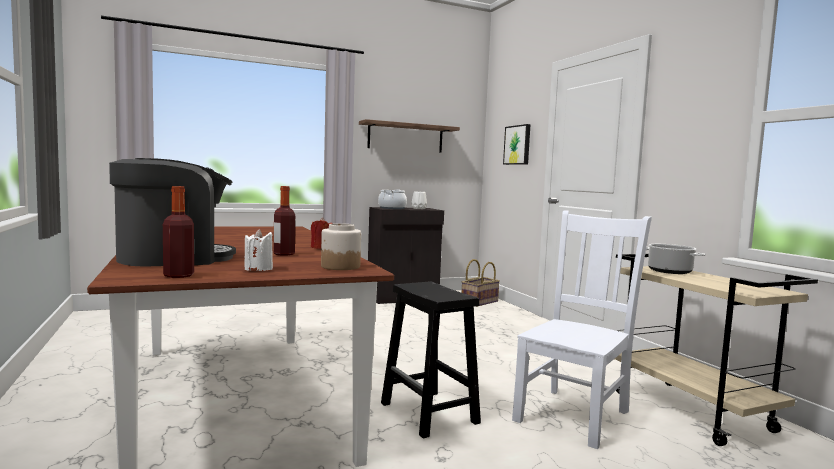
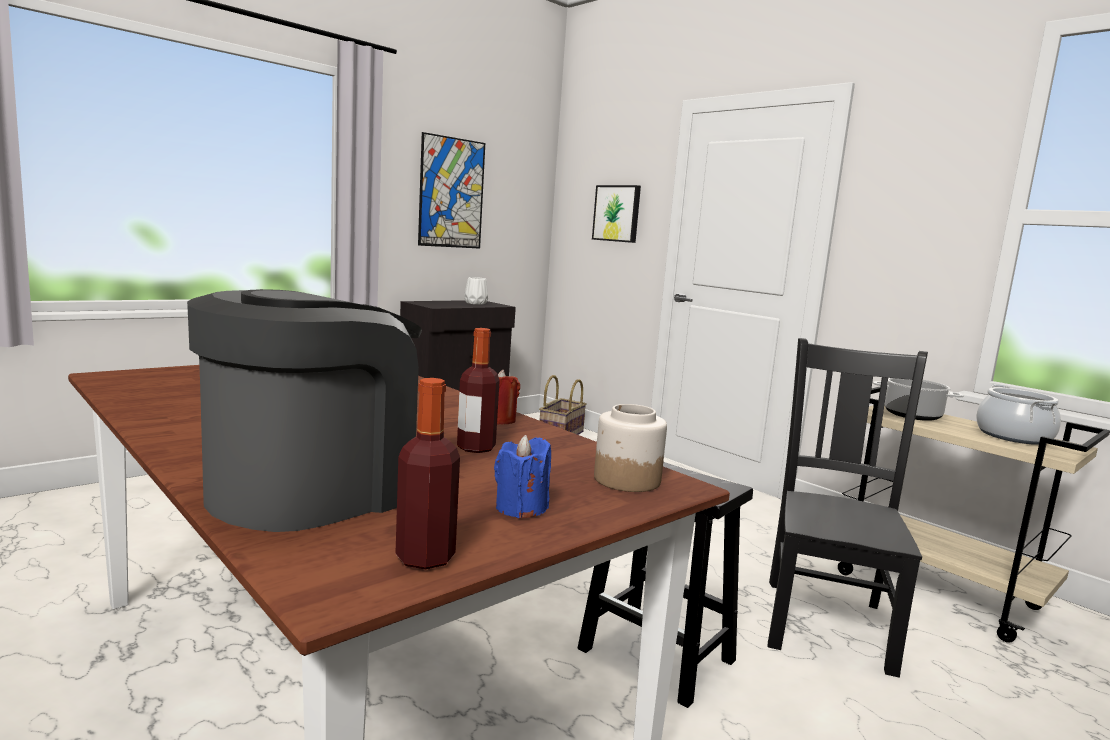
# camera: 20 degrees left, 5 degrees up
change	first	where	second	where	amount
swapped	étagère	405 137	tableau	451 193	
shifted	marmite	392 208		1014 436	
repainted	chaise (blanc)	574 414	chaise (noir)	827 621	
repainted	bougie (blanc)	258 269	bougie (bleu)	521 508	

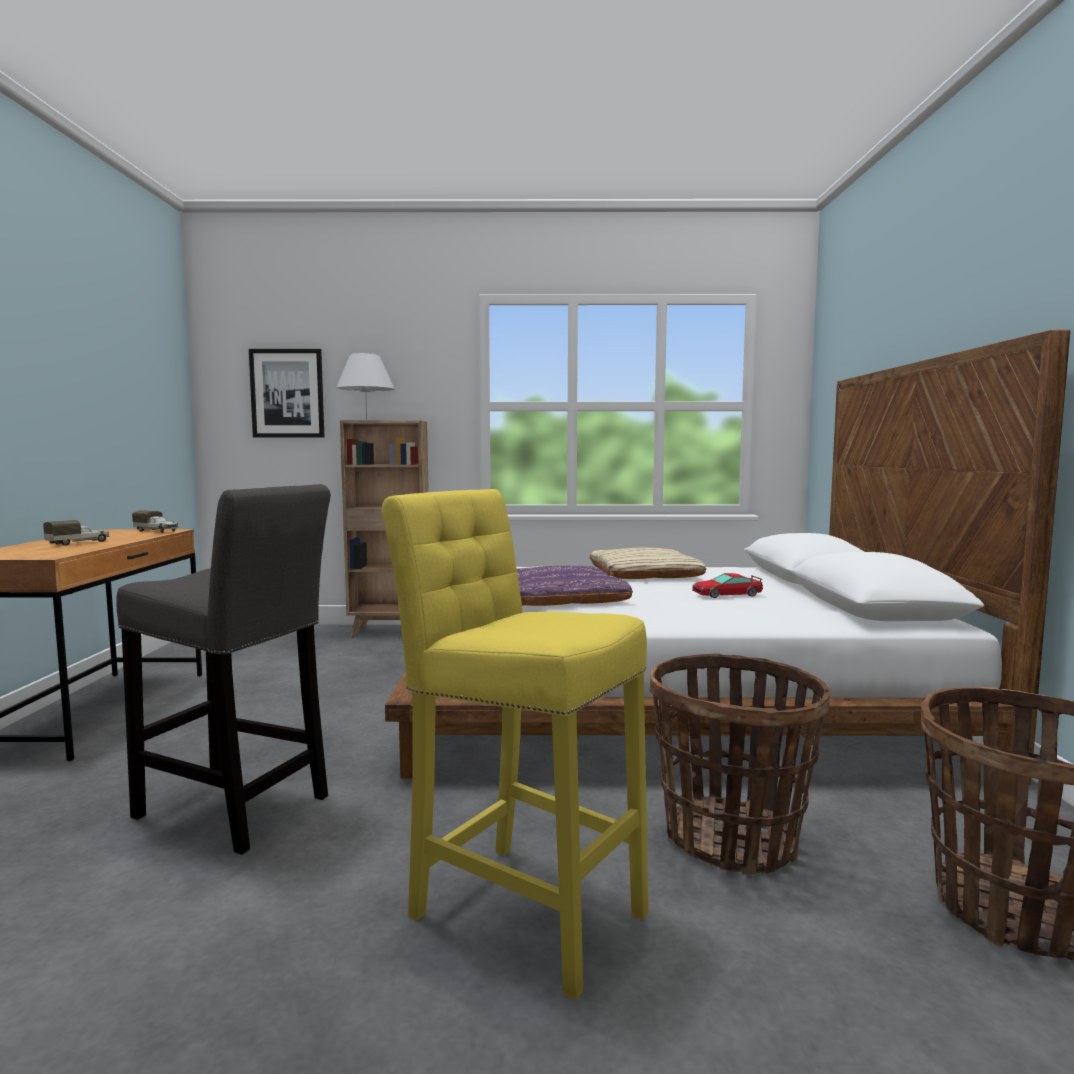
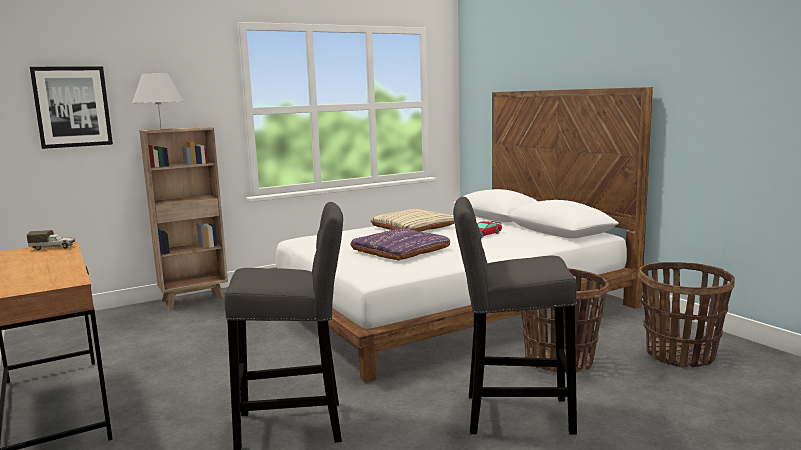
# camera: 30 degrees left, 5 degrees up
change	first	where	second	where	amount
repainted	tabouret (jaune)	519 907	tabouret (gris)	511 414	
gone	camion jouet	79 543			

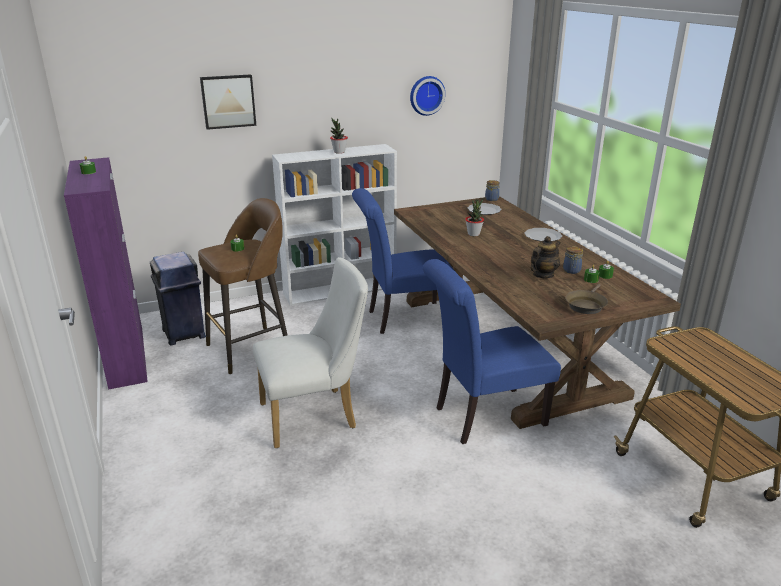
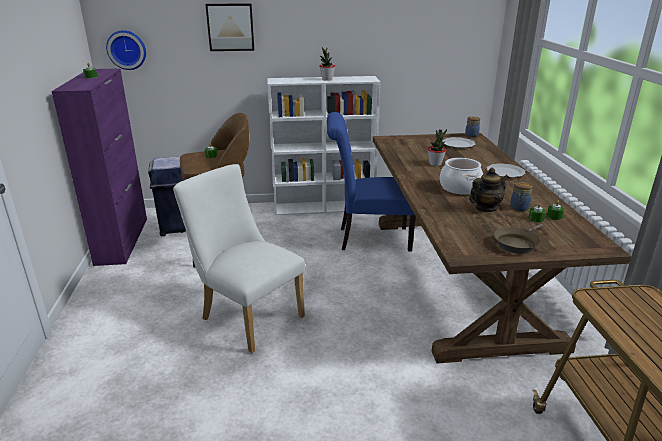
# camera: 15 degrees right, 0 degrees up
change	first	where	second	where	amount
shifted	horloge murale	426 95		127 49	
rotated	chaise (blanc)	315 415		247 316	135 degrees counterclockwise
gone	chaise (bleu)	483 417			
new			marmite	459 188	

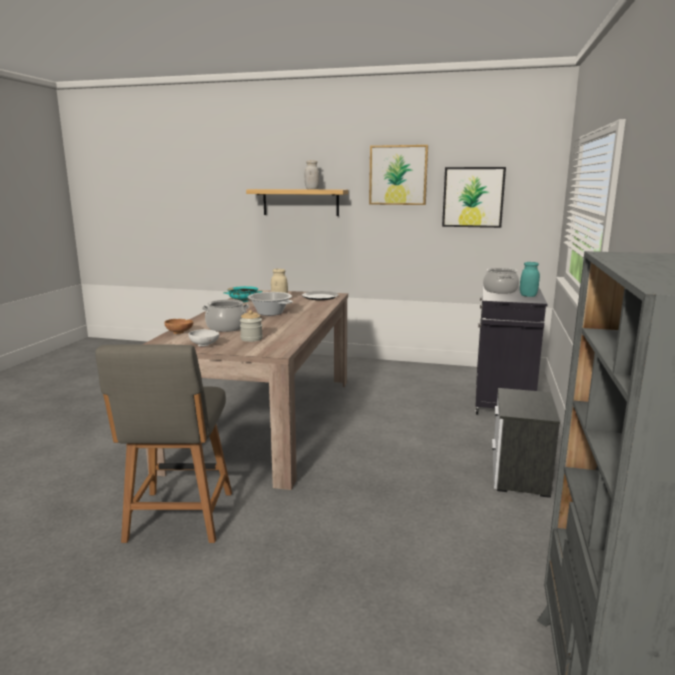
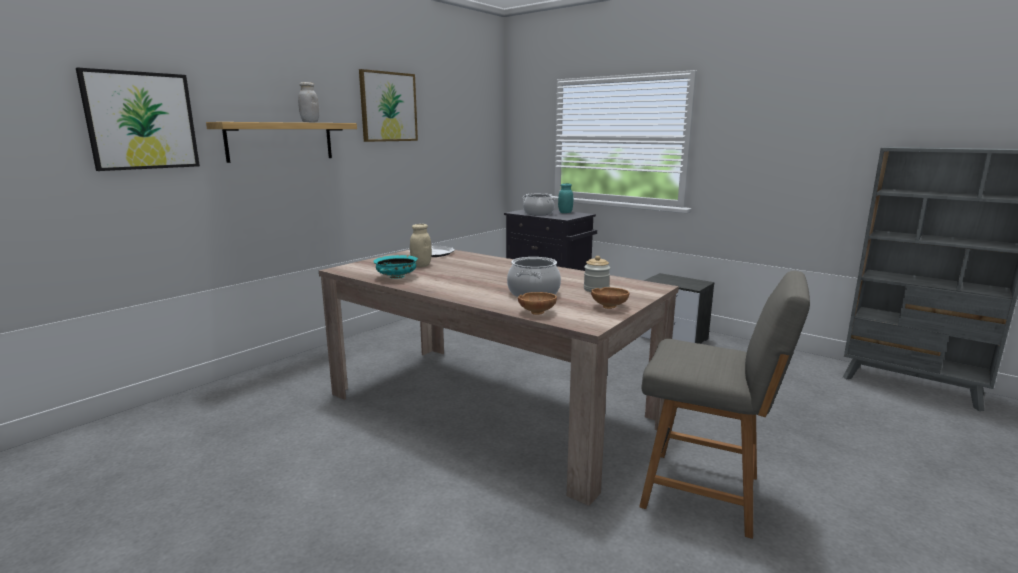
# camera: 65 degrees left, 0 degrees up
change	first	where	second	where	amount
shifted	tableau	473 197		141 121	
gone	marmite	270 313			
repainted	bol (blanc)	205 345	bol (marron)	609 306	

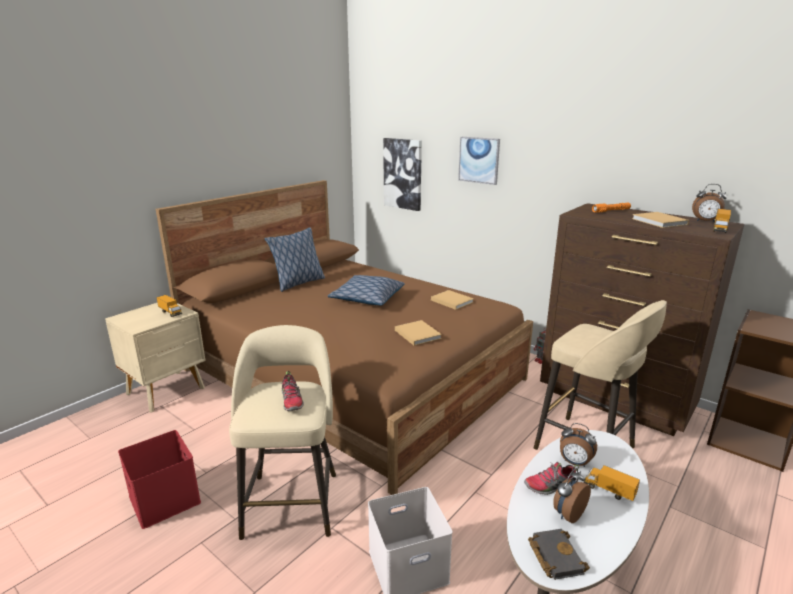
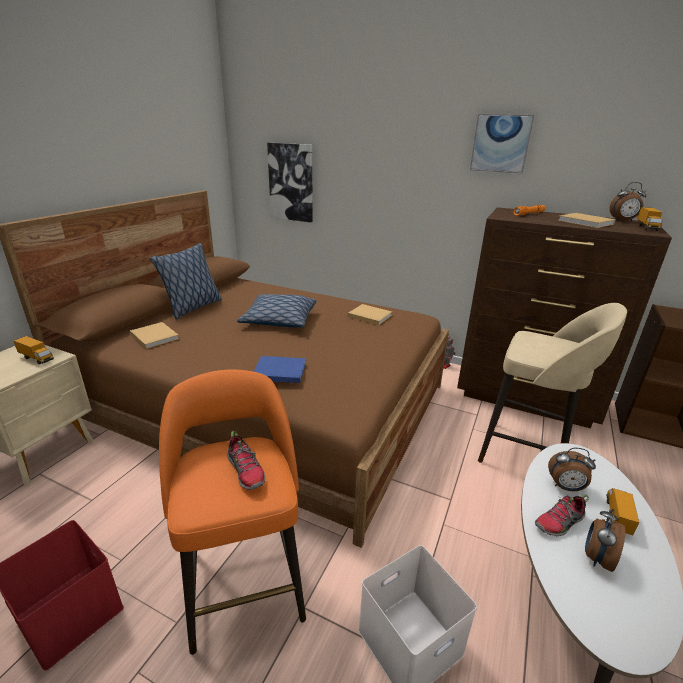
# camera: 15 degrees left, 5 degrees up
change	first	where	second	where	amount
shifted	tableau	479 160		500 143	
shifted	livre (beige)	417 334		154 336	
repainted	tabouret (beige)	292 501	tabouret (orange)	244 580	
rotated	camion jouet	609 491		617 517	90 degrees clockwise
gone	livre (noir)	554 556			
new			livre (bleu)	278 371	

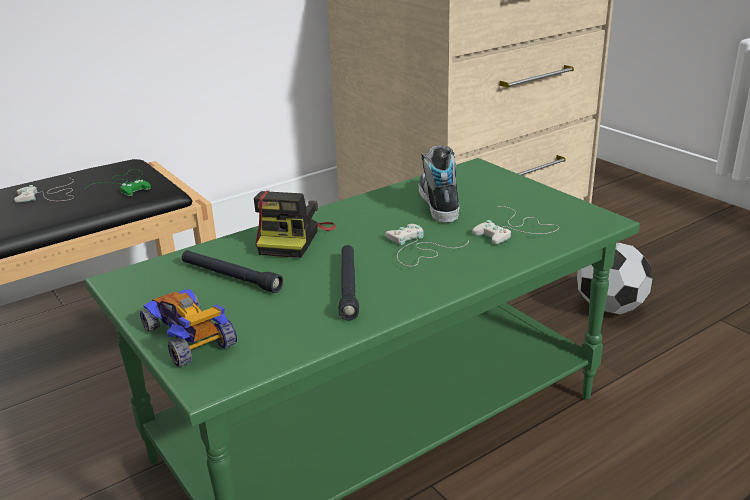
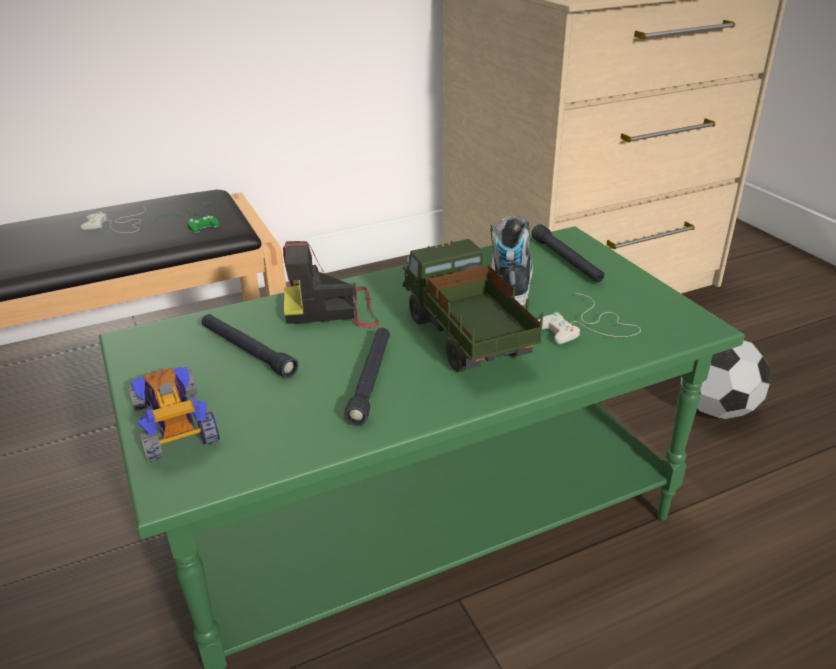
# camera: 10 degrees right, 5 degrees up
change	first	where	second	where	amount
rotated	appareil photo	293 239		333 310	60 degrees clockwise
swapped	manette (blanc)	417 249	camion jouet	465 340	
new			lampe de poche (noir)	566 261	

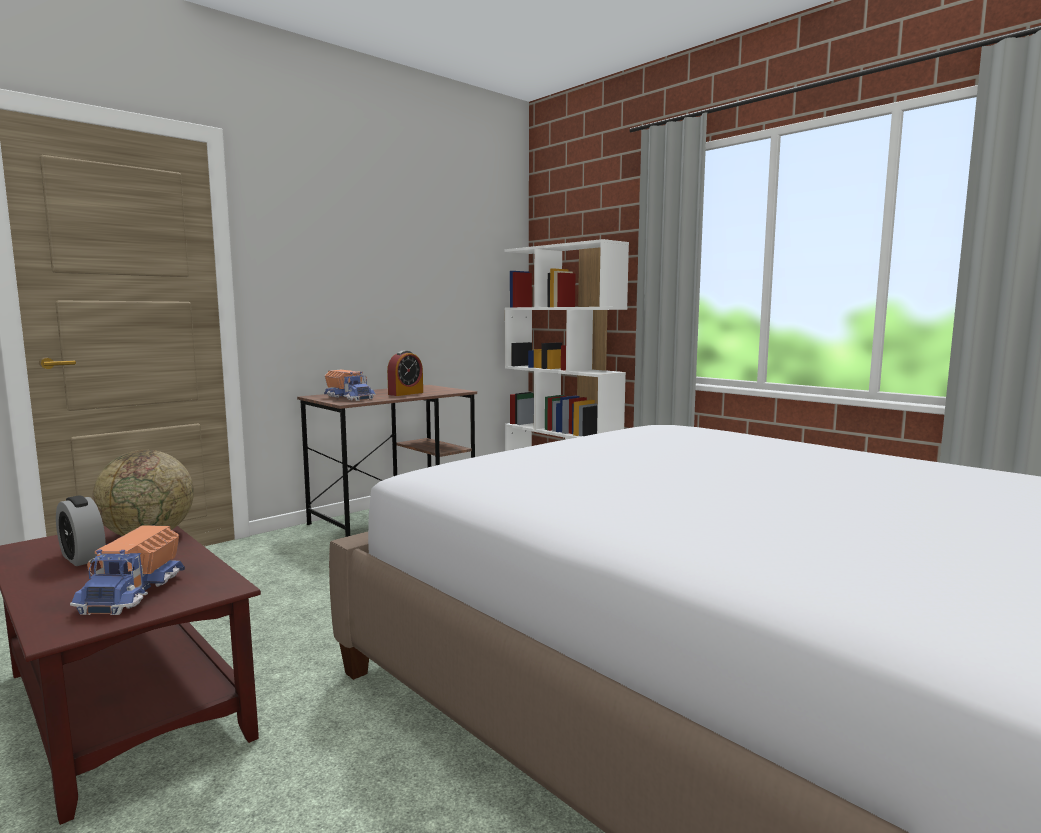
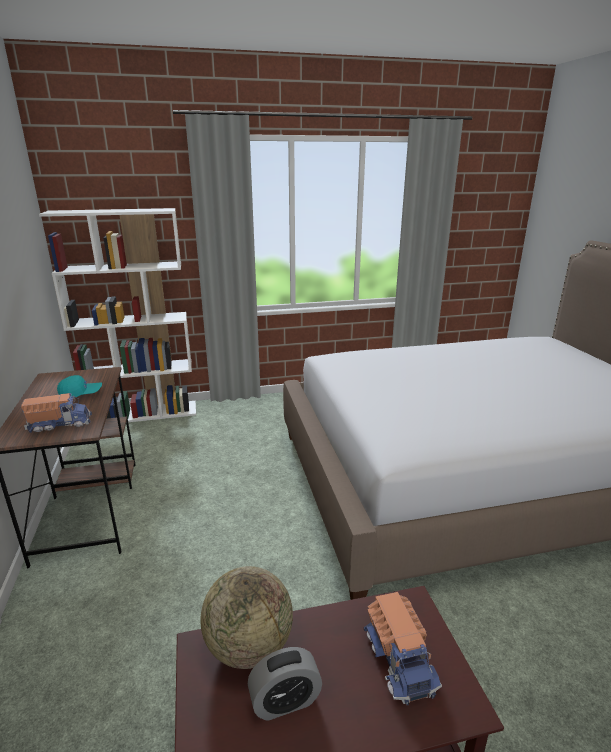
# camera: 60 degrees left, 15 degrees up
change	first	where	second	where	amount
swapped	réveil	405 393	casquette (turquoise)	81 395	
rotated	camion jouet	134 592		400 658	45 degrees clockwise

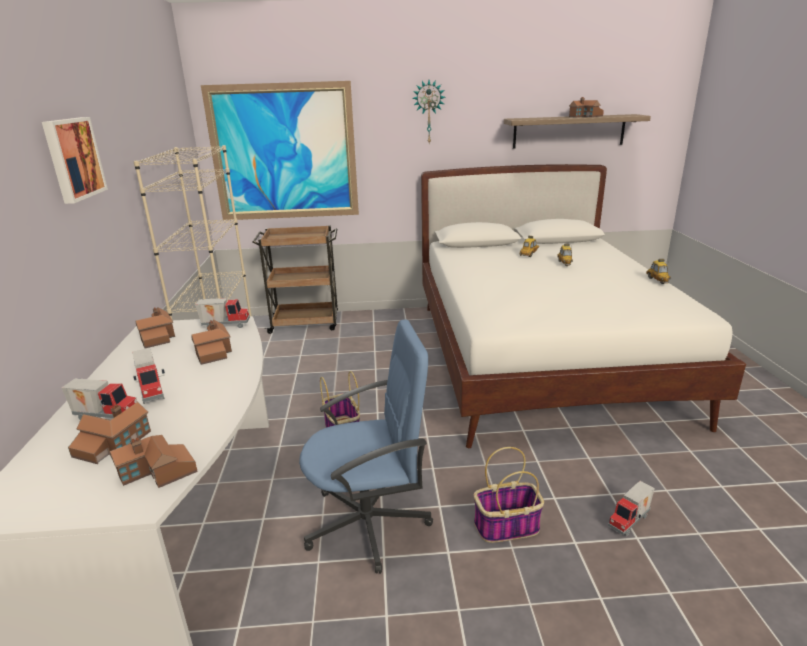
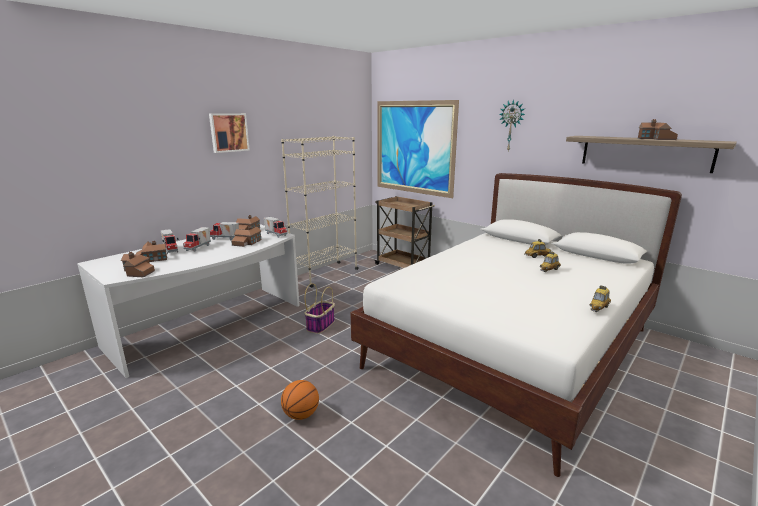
# camera: 45 degrees right, 5 degrees down
change	first	where	second	where	amount
gone	chaise de bureau (bleu)	369 522			
swapped	panier	506 527	ballon de basket	301 414	
shifted	camion jouet	630 522		225 239	

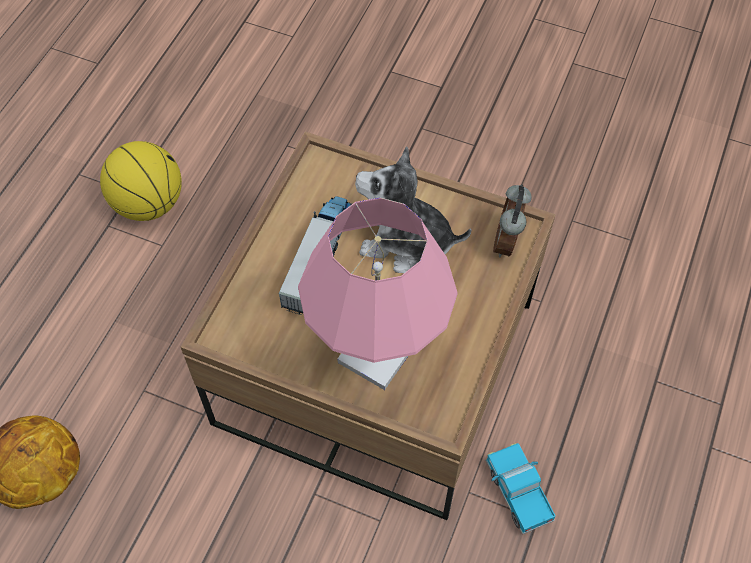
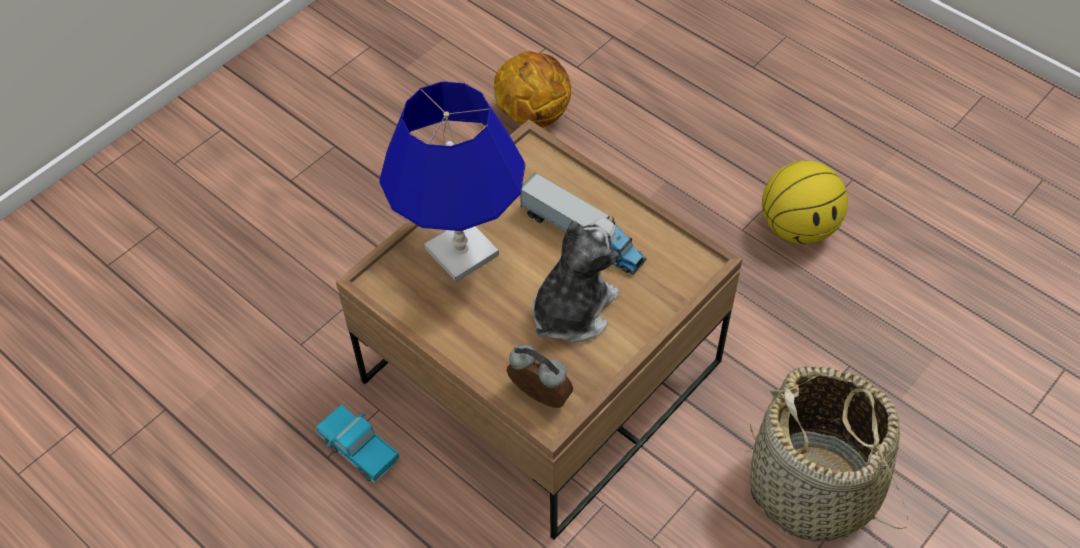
# camera: 110 degrees right, 5 degrees down
change	first	where	second	where	amount
repainted	lampe de table (rose)	376 355	lampe de table (bleu)	461 252	
rotated	camion jouet	517 492		359 450	135 degrees counterclockwise
new			panier	814 489	

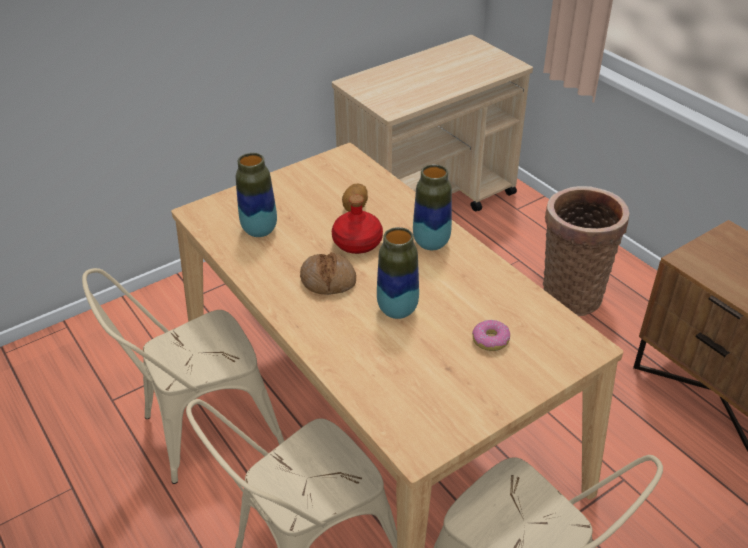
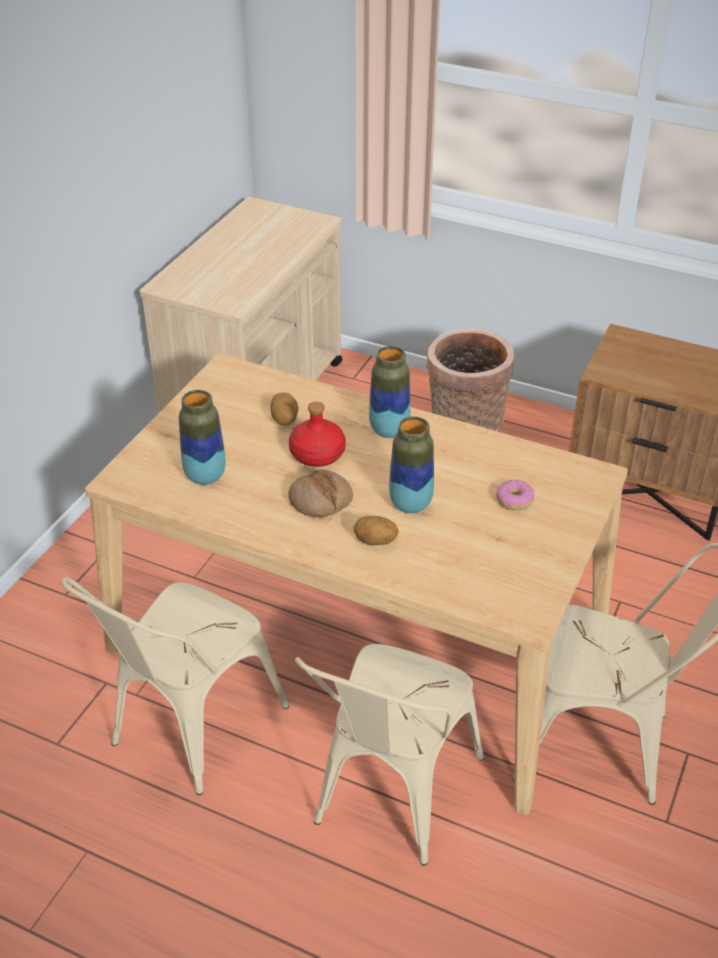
# camera: 30 degrees left, 0 degrees up
change	first	where	second	where	amount
new			pomme de terre	375 542	

